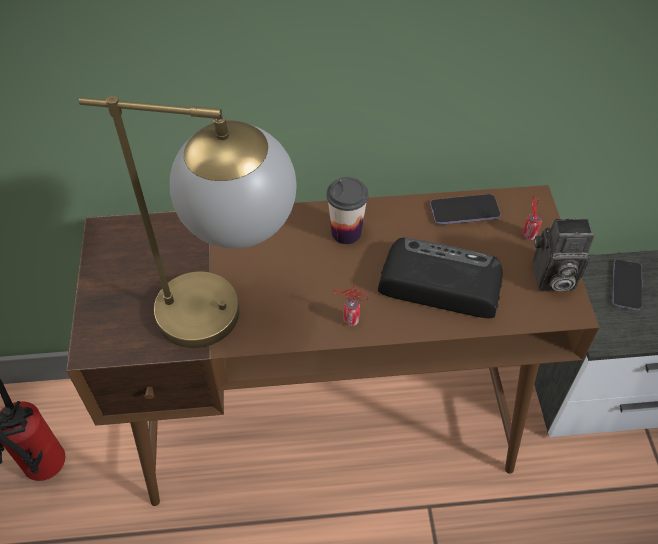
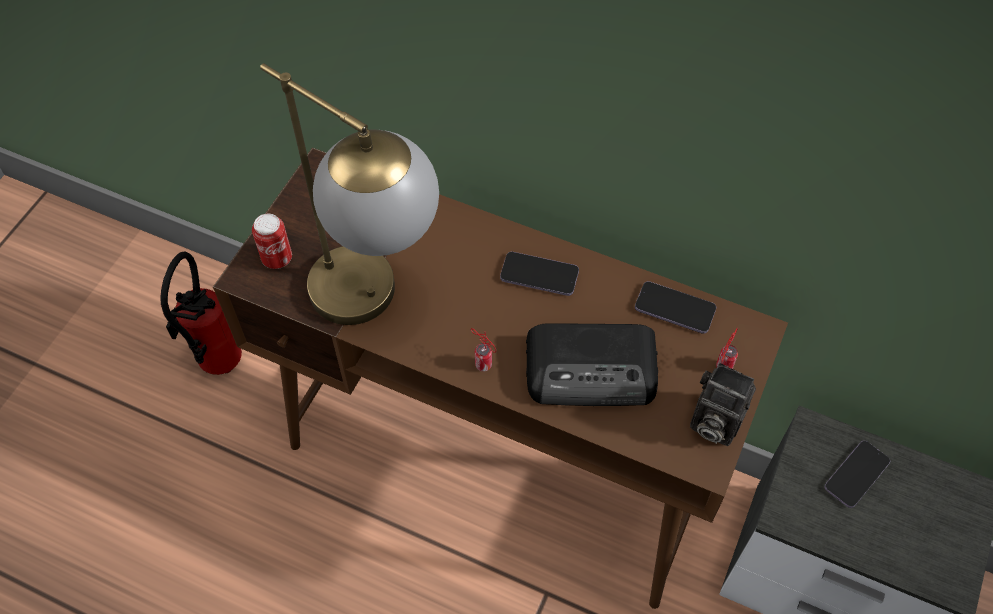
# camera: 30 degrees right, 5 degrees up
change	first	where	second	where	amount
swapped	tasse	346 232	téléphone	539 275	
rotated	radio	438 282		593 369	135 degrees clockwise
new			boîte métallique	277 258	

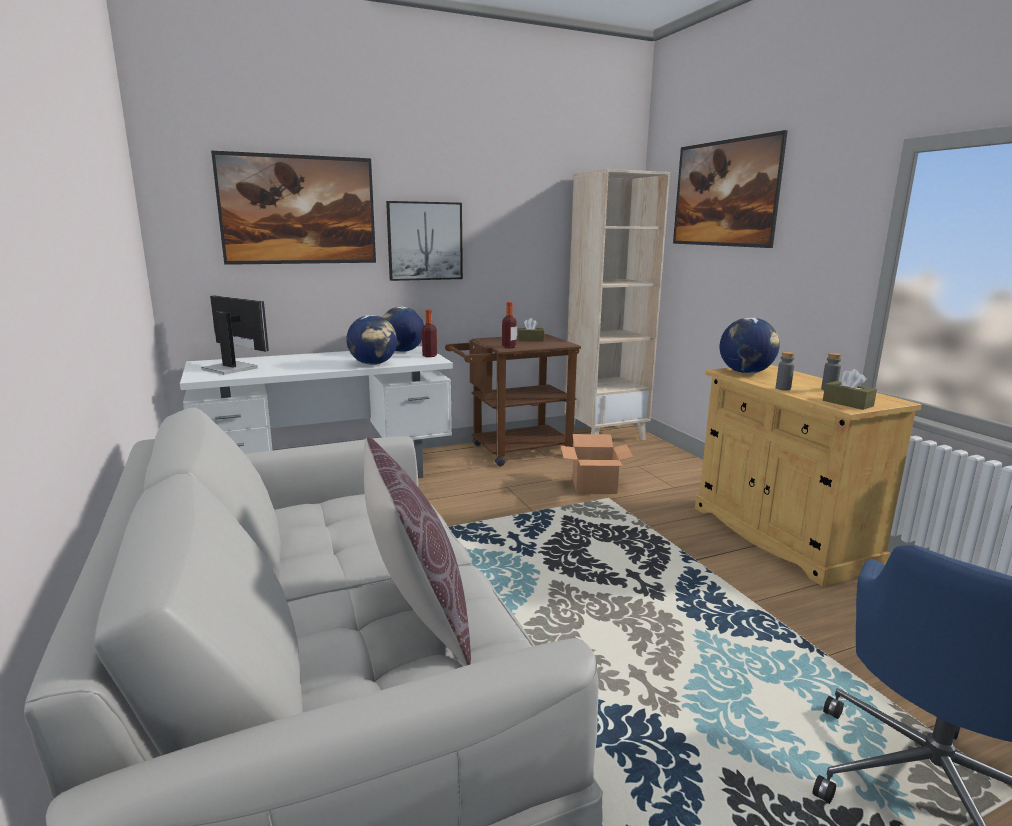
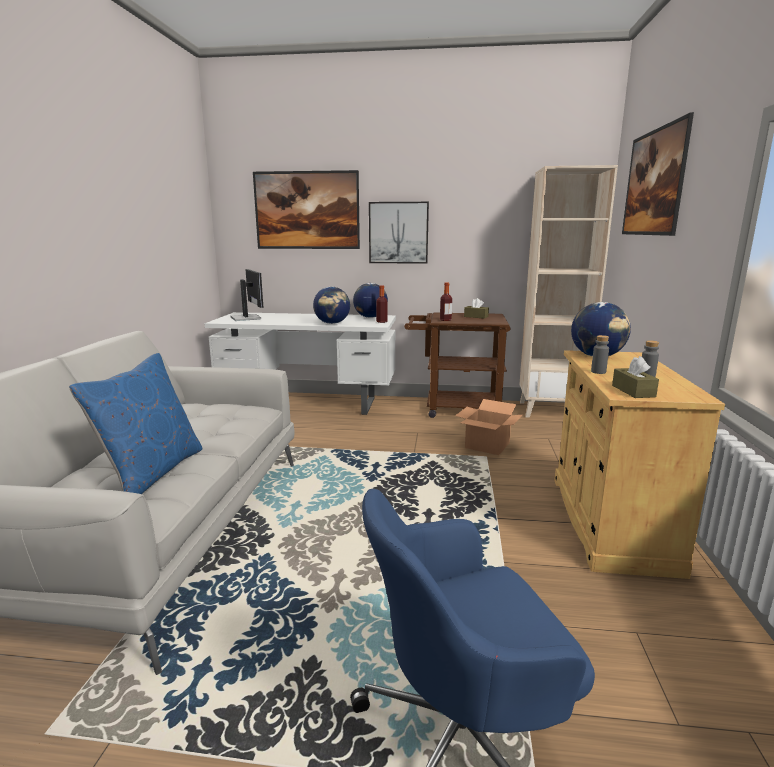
# camera: 30 degrees right, 0 degrees up
change	first	where	second	where	amount
repainted	coussin (marron)	416 614	coussin (bleu)	152 472	

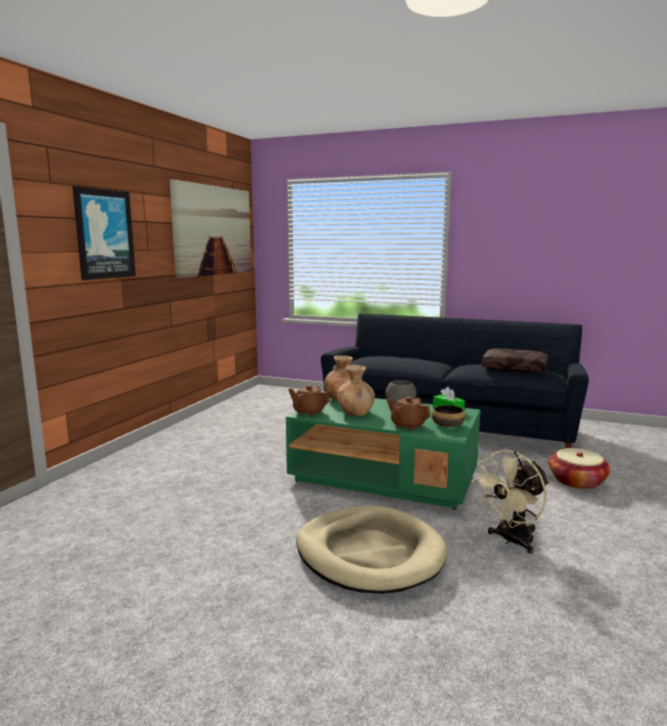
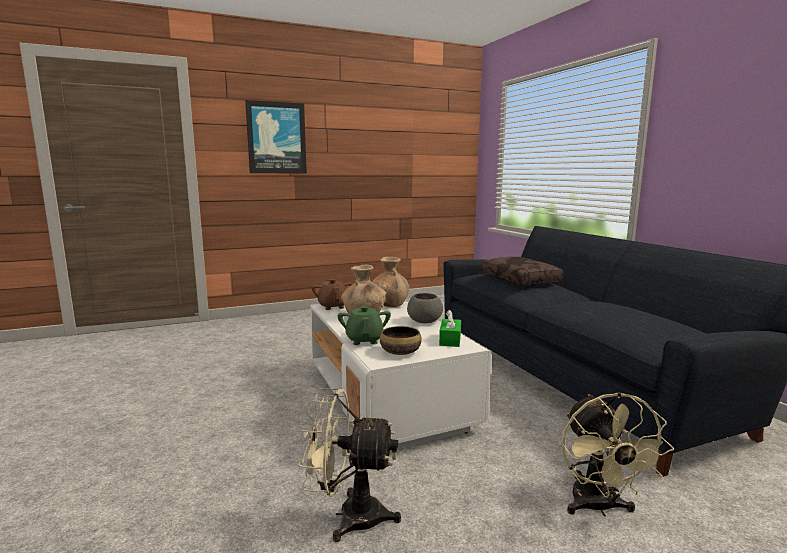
# camera: 45 degrees right, 0 degrees up
change	first	where	second	where	amount
gone	tableau	213 230			
shifted	coussin (marron)	515 368		521 280	
repainted	table basse (vert)	384 478	table basse (blanc)	387 397	
repainted	théière (marron)	407 426	théière (vert)	364 340	
swapped	panier	577 481	ventilateur (beige)	598 507	
gone	panier pour chien (beige)	369 554			

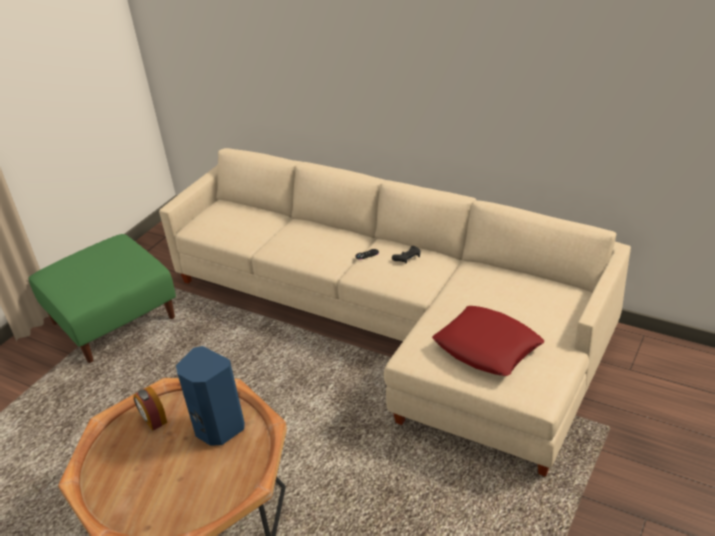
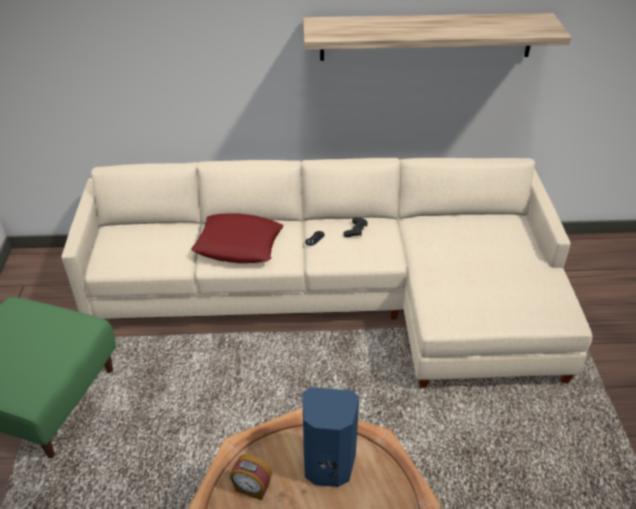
# camera: 35 degrees left, 5 degrees up
change	first	where	second	where	amount
shifted	coussin (rouge)	487 347		239 244	
new			étagère	426 36	

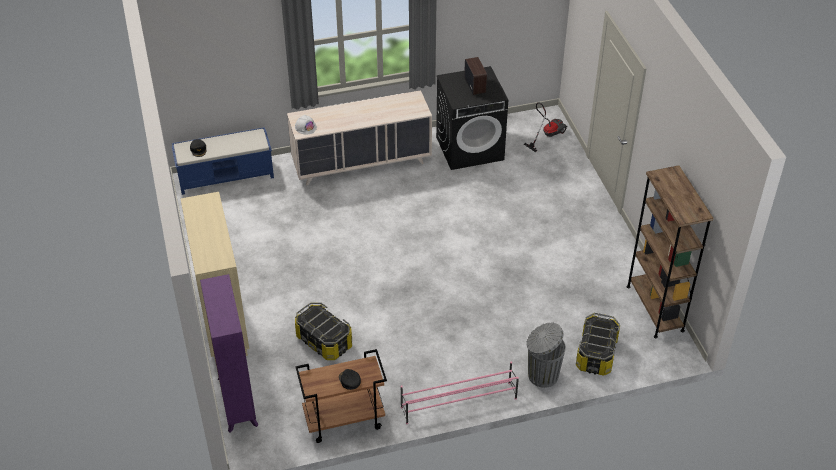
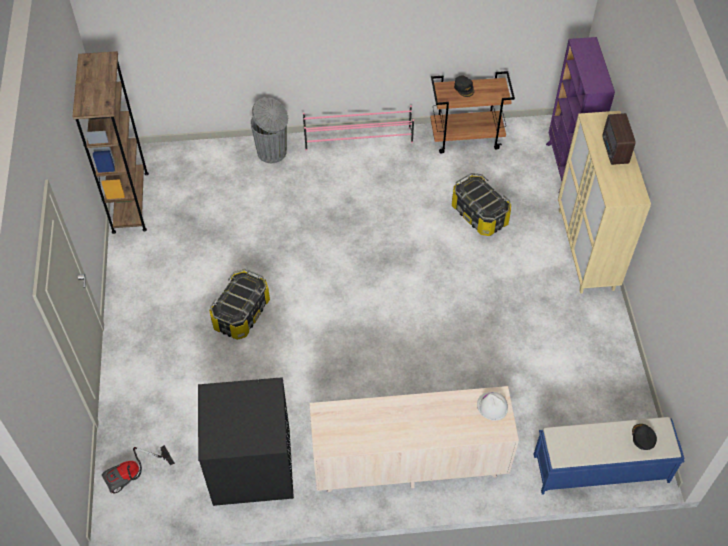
# camera: 170 degrees left, 10 degrees up
change	first	where	second	where	amount
shifted	radio	475 85		614 151	
shifted	boîte de rangement	596 354		242 313	

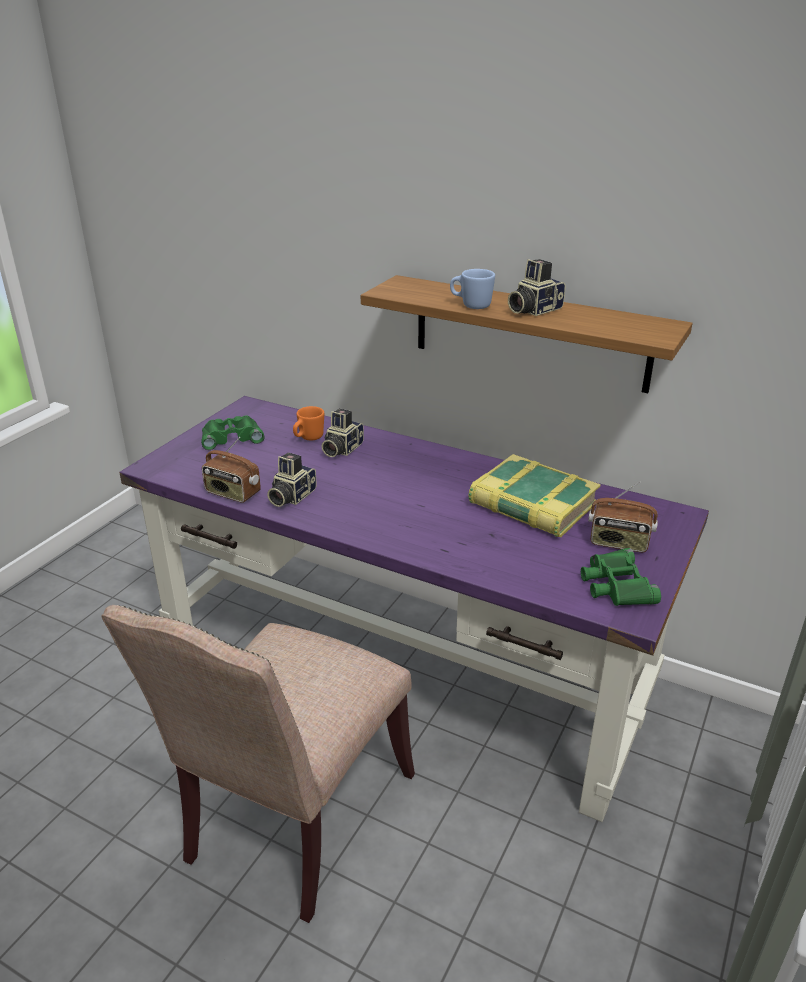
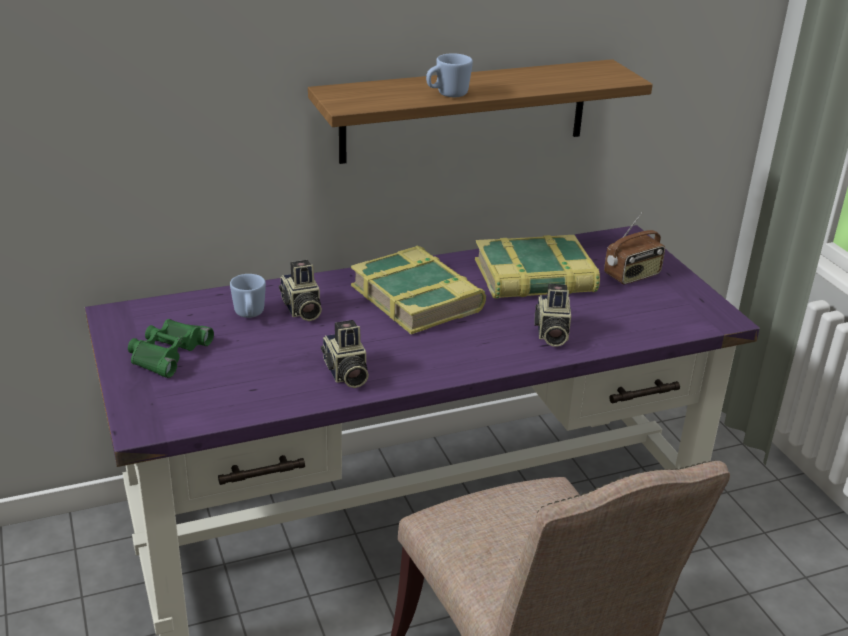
# camera: 50 degrees left, 0 degrees up
change	first	where	second	where	amount
shifted	appareil photo	533 310		551 333	
repainted	mug (orange)	308 438	mug (bleu)	249 315	
gone	radio	232 493			
gone	jumelles (vert)	616 585			
new			livre	417 298	

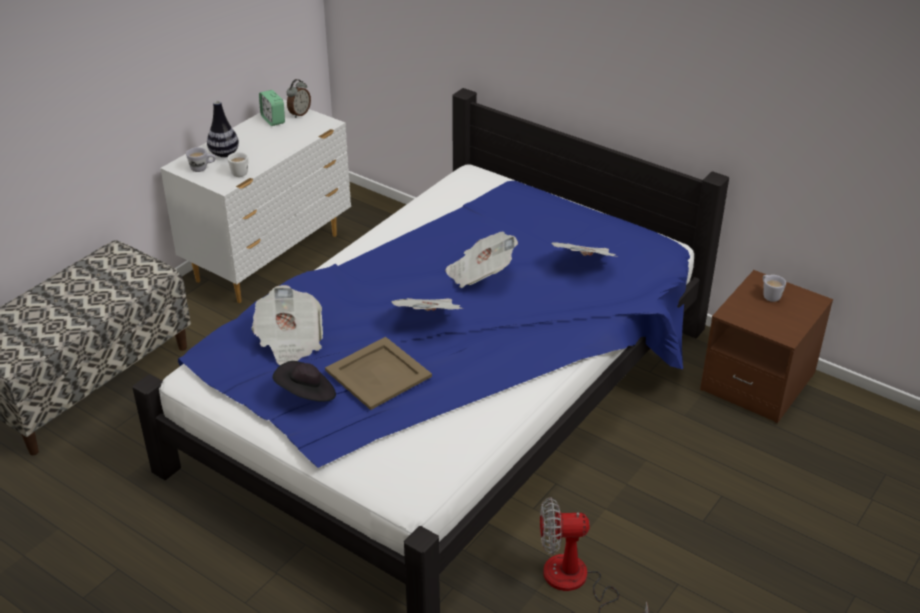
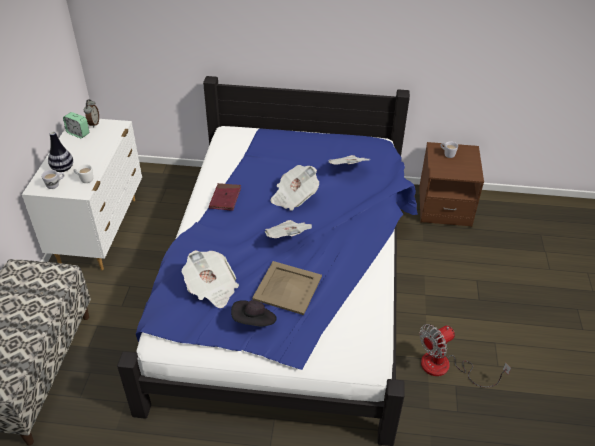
# camera: 30 degrees left, 5 degrees up
change	first	where	second	where	amount
new			livre (rouge)	225 198	

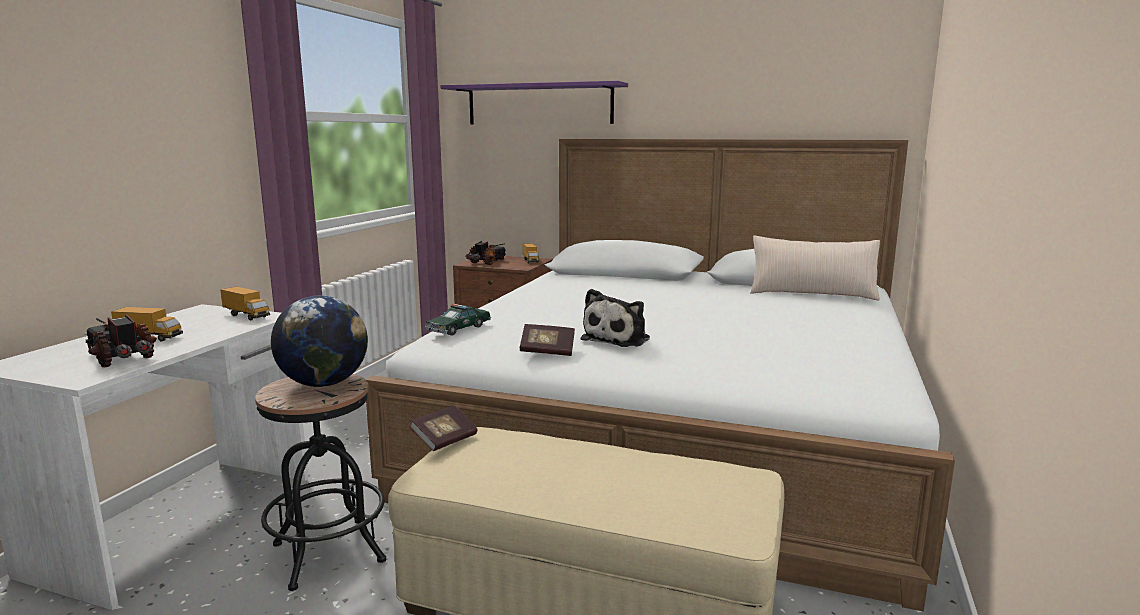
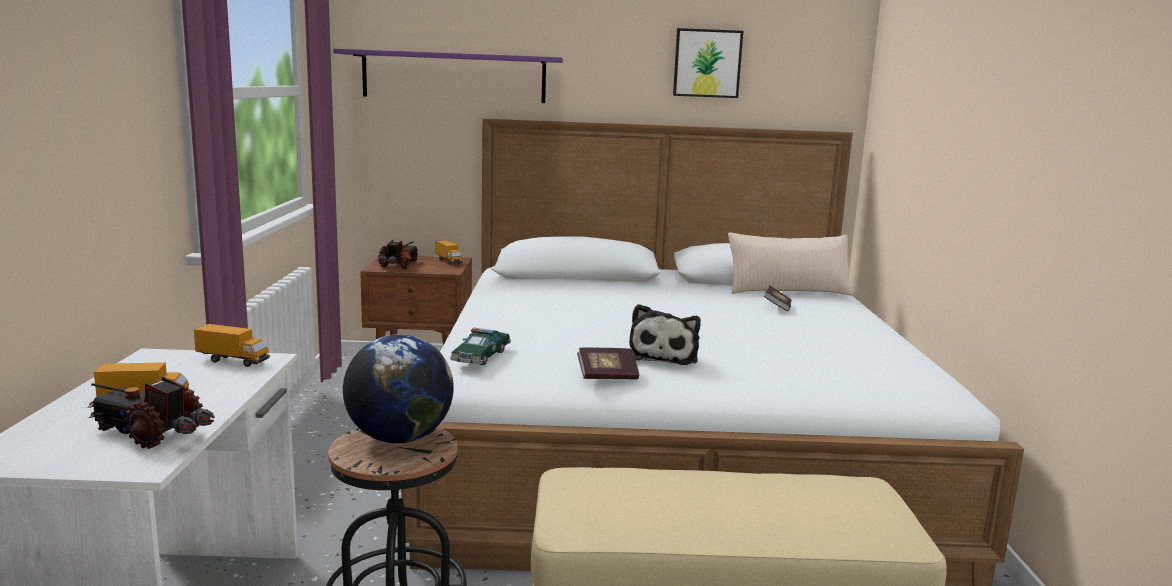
# camera: 20 degrees left, 0 degrees up
change	first	where	second	where	amount
shifted	livre	445 440		777 307	
new			tableau	707 63	

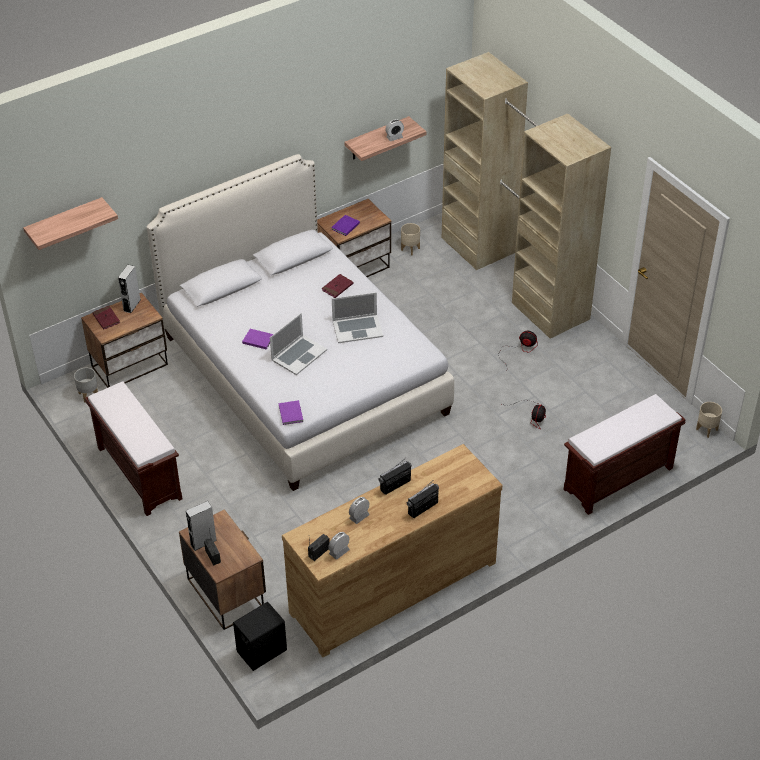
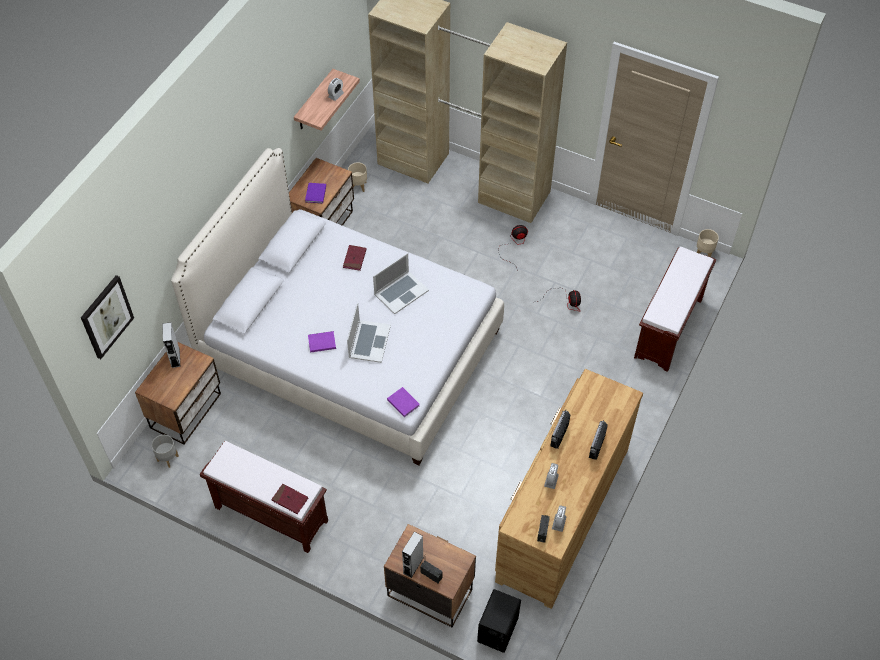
# camera: 30 degrees left, 10 degrees up
change	first	where	second	where	amount
swapped	étagère	65 223	tableau	106 316	
shifted	livre (rouge)	106 319		290 499	

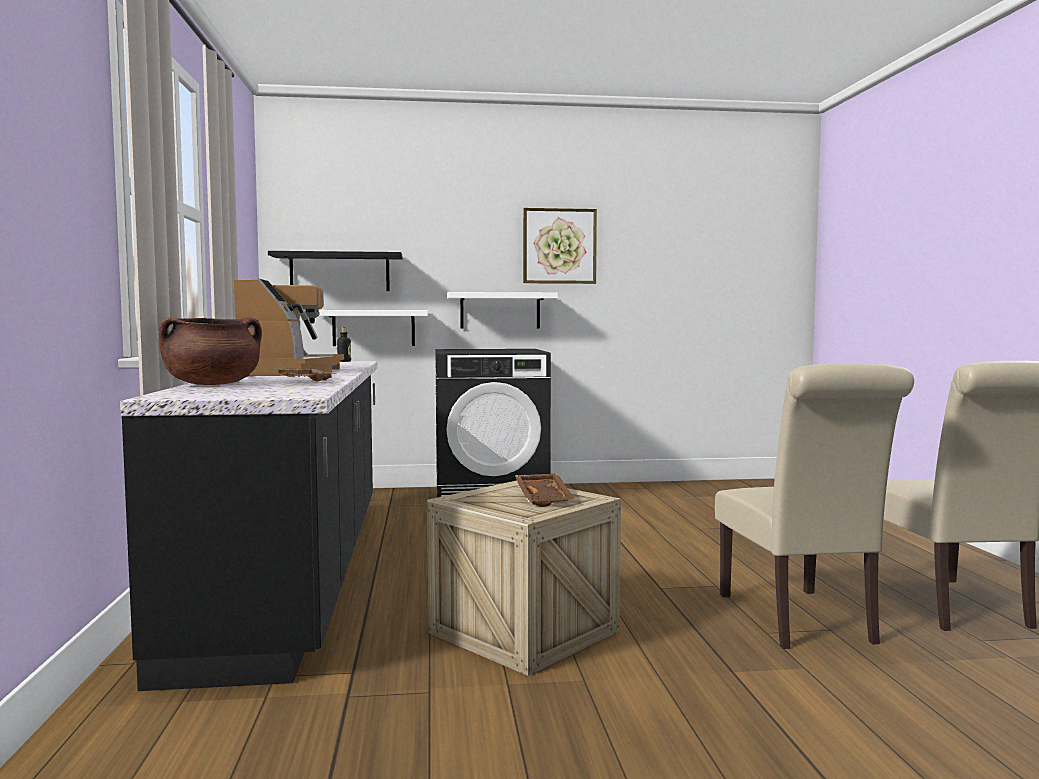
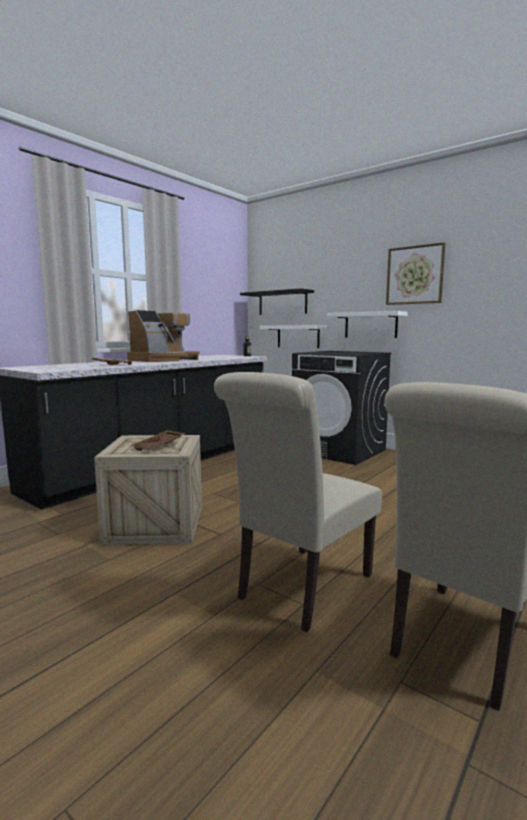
# camera: 45 degrees right, 5 degrees up
change	first	where	second	where	amount
gone	marmite (marron)	213 384			

